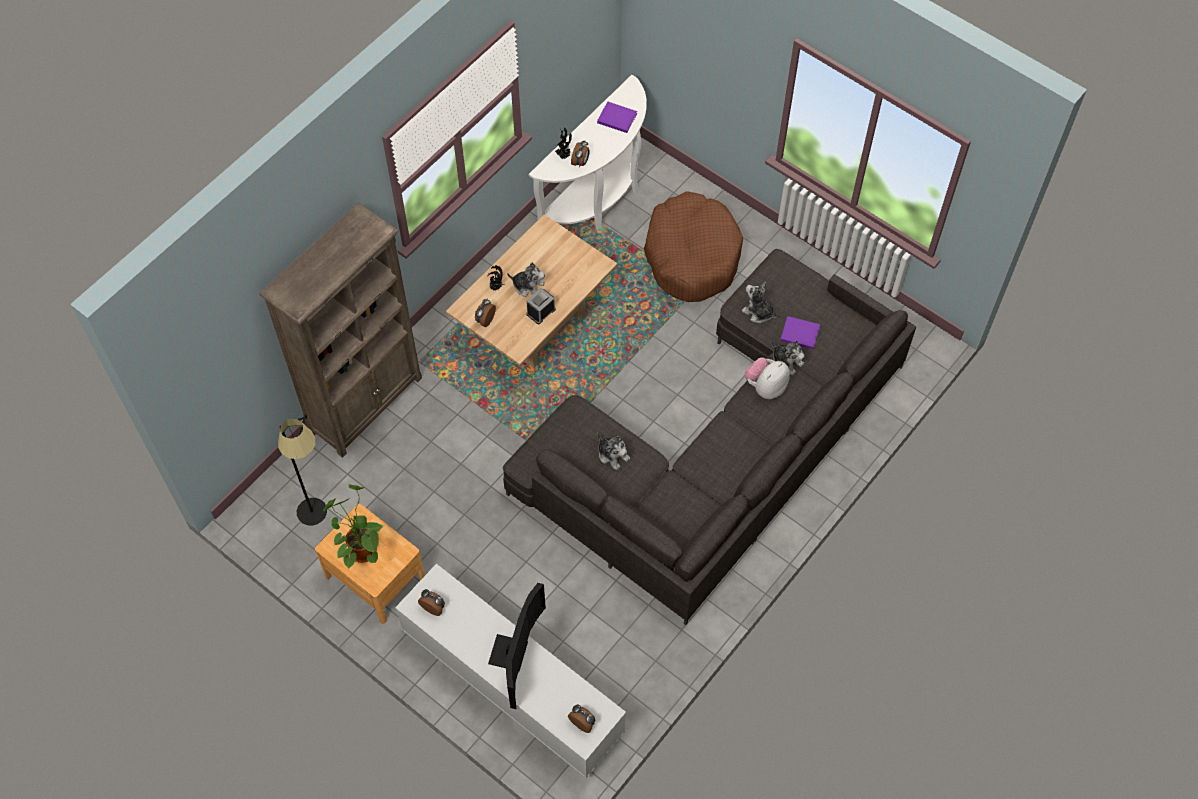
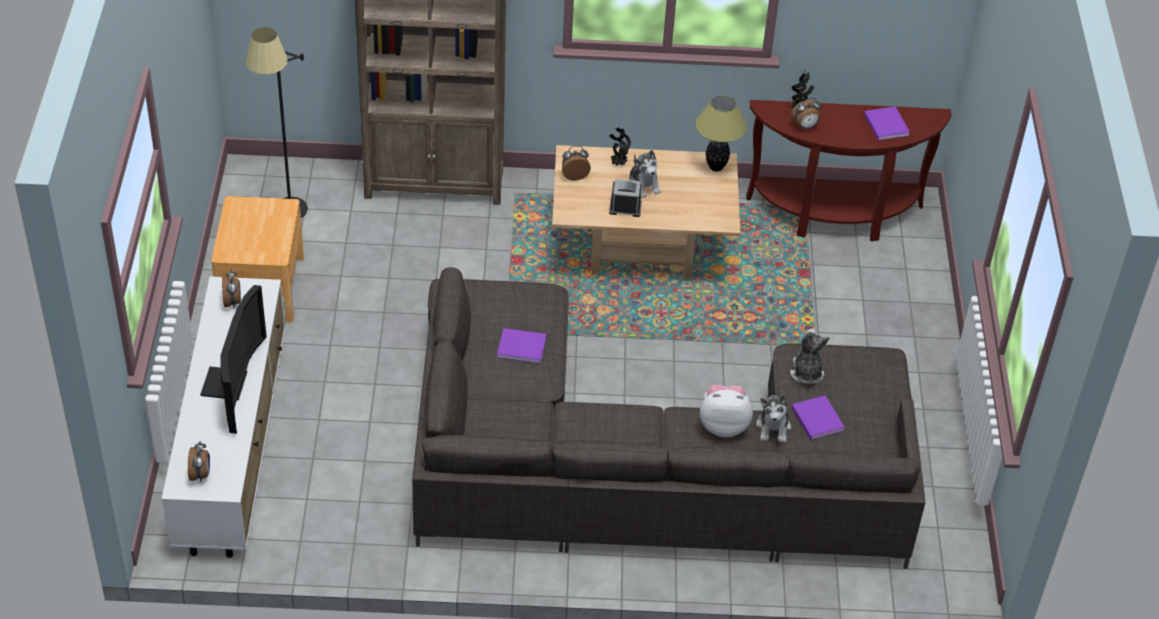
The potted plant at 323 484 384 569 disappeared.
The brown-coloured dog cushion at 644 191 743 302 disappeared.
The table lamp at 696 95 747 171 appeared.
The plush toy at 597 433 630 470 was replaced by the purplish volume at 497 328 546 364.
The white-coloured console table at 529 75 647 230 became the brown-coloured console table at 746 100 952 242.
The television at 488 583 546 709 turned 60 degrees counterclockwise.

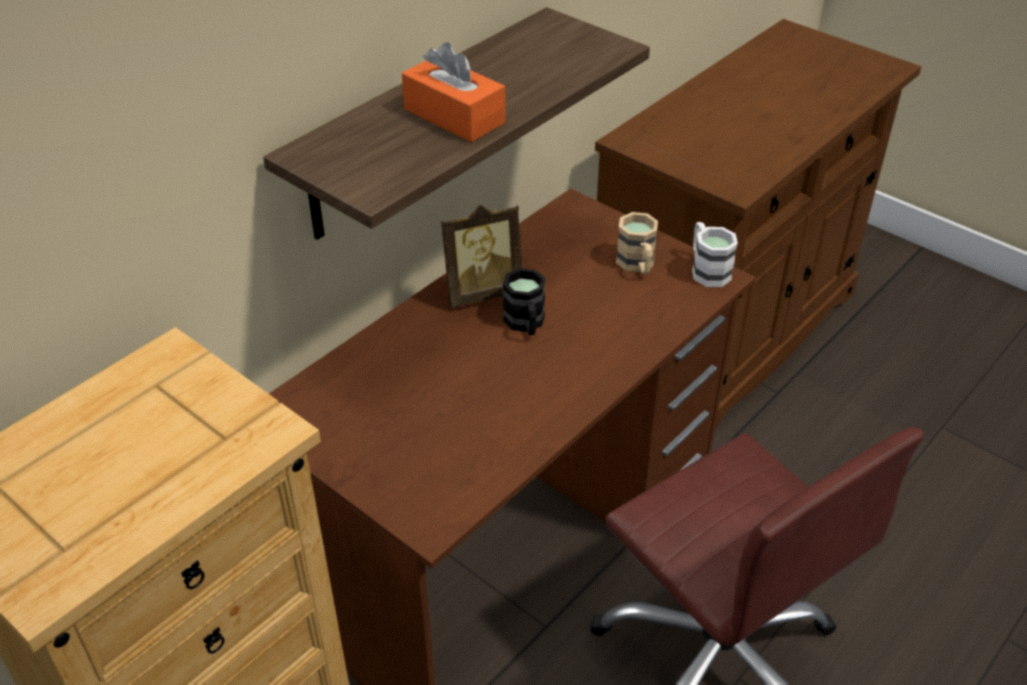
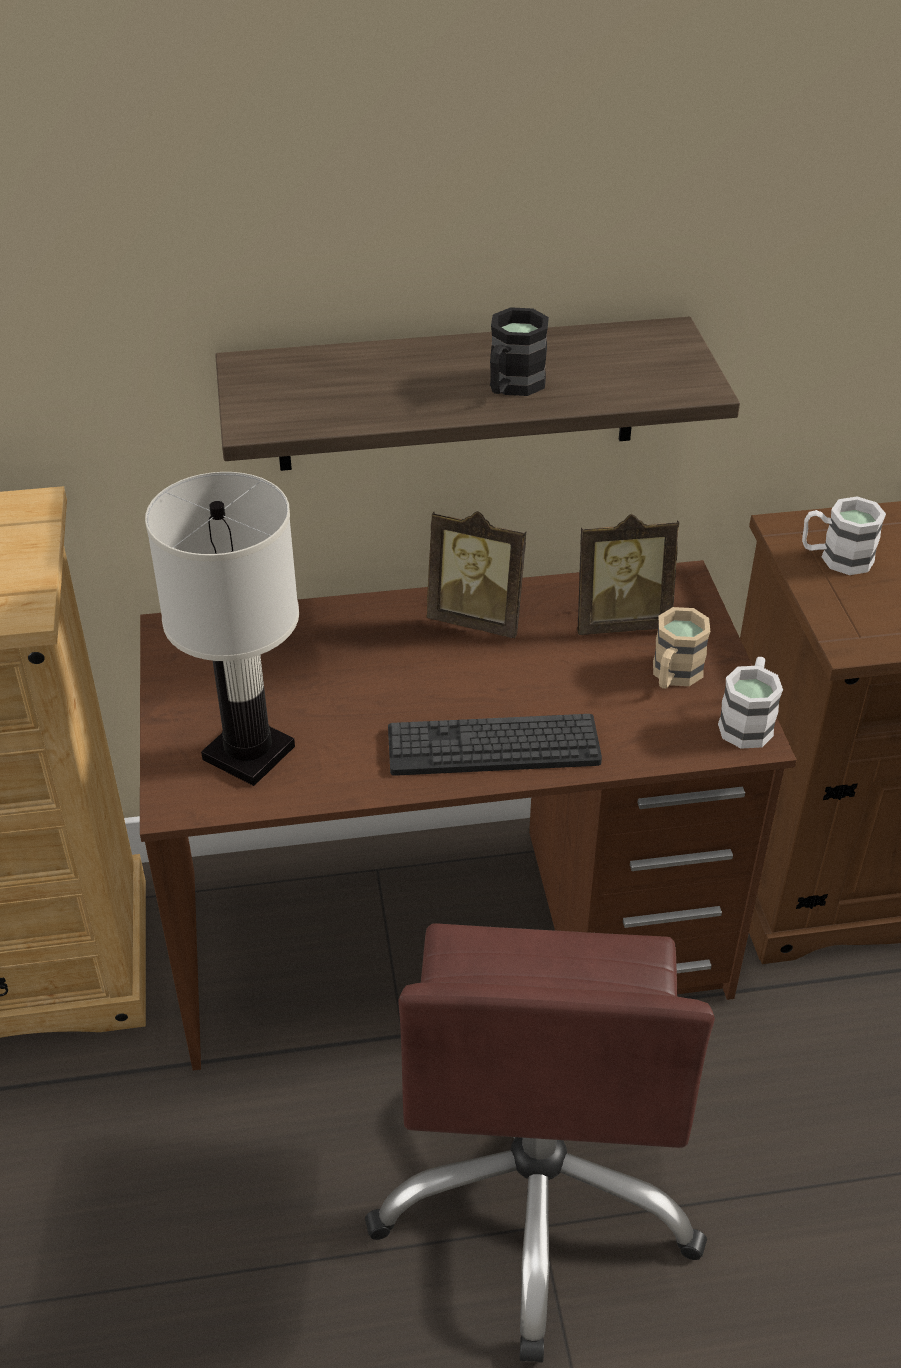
The orange-coloured box of tissues at 402 42 505 142 disappeared.
The white-coloured table lamp at 145 472 299 786 appeared.
The keyboard at 388 714 602 776 appeared.
The picture frame at 578 514 679 635 appeared.
The white-coloured tea mug at 802 496 886 575 appeared.
The black-coloured tea mug moved from 503 268 546 335 to 490 307 549 396.

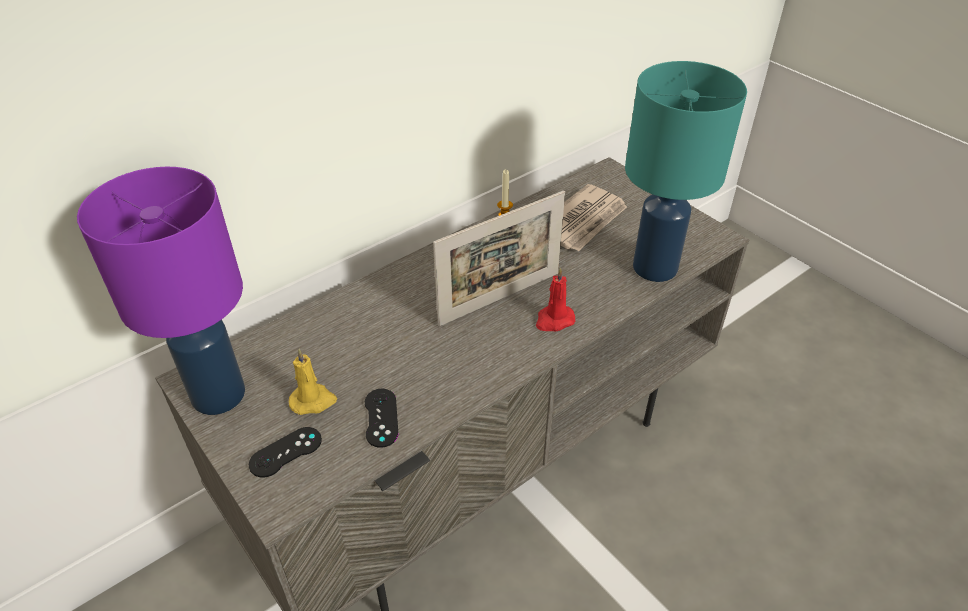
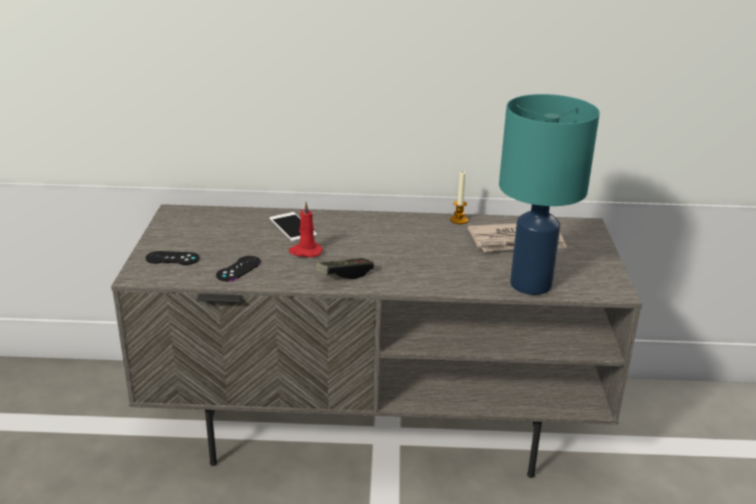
The purplish table lamp at 77 167 245 415 disappeared.
The yellow-coloured candle at 289 349 337 415 disappeared.
The picture frame at 433 190 565 326 disappeared.
The phone at 269 212 317 242 appeared.
The gamepad at 316 258 374 279 appeared.
The red-coloured candle moved from 536 267 575 331 to 289 202 323 257.

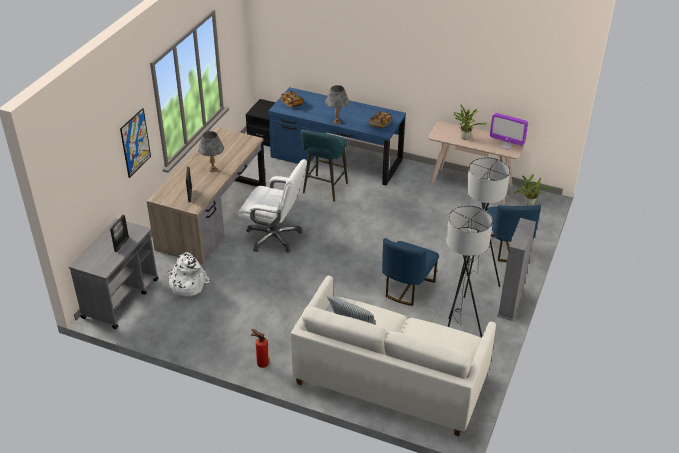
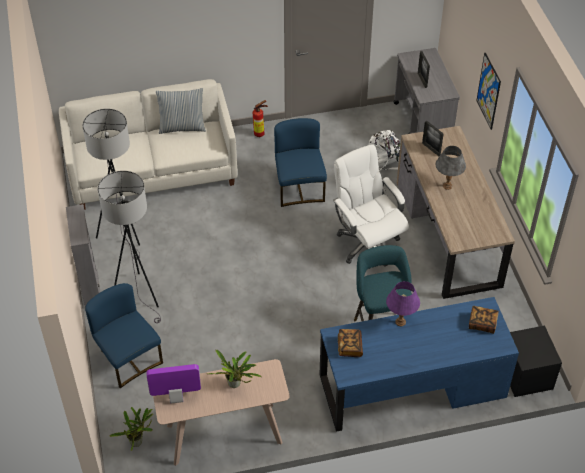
The blue-coloured chair moved from 382 238 439 306 to 274 118 327 207.
The gray table lamp at 325 85 349 124 became the purplish table lamp at 386 281 420 326.
The white-coloured office chair at 238 159 307 253 turned 75 degrees clockwise.

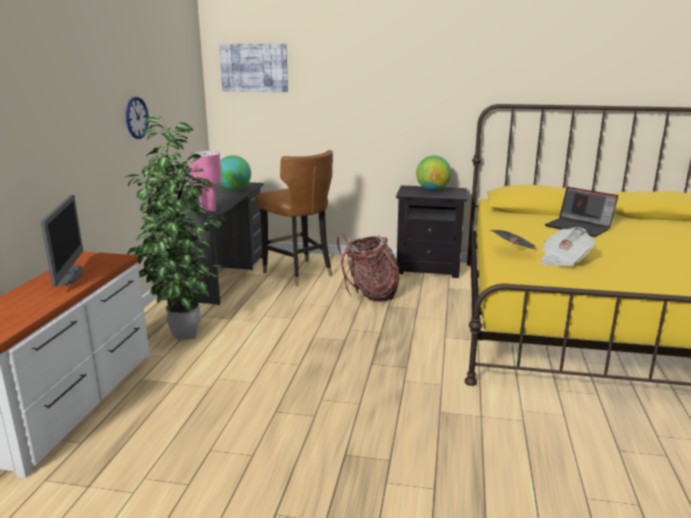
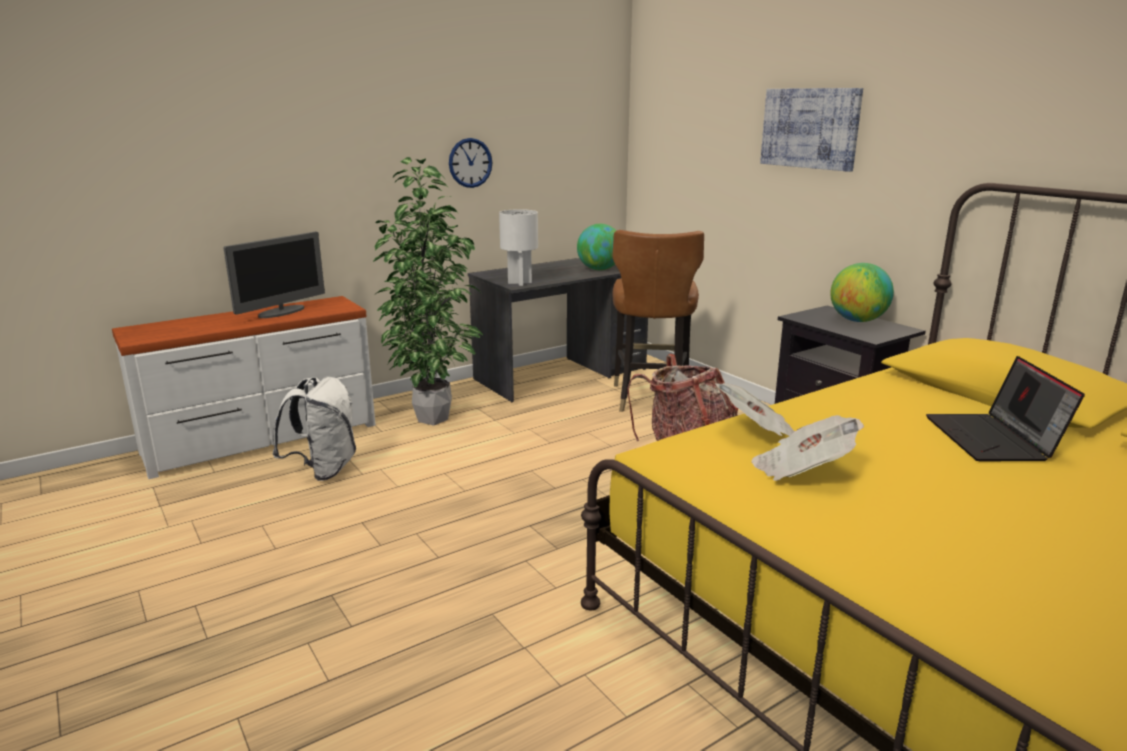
The white-coloured rucksack at 272 377 356 481 appeared.
The wall art moved from 219 44 288 92 to 760 88 863 172.
The pinkish table lamp at 188 151 222 212 became the white-coloured table lamp at 499 209 538 286.

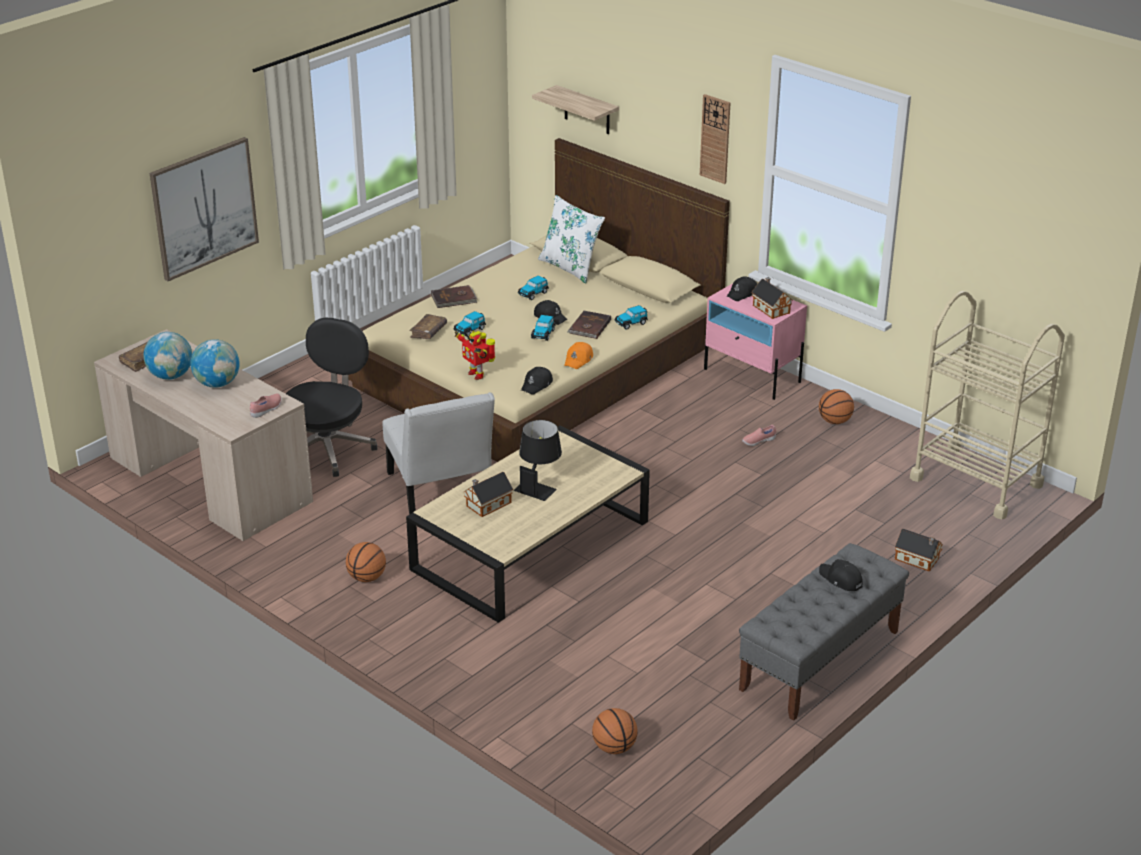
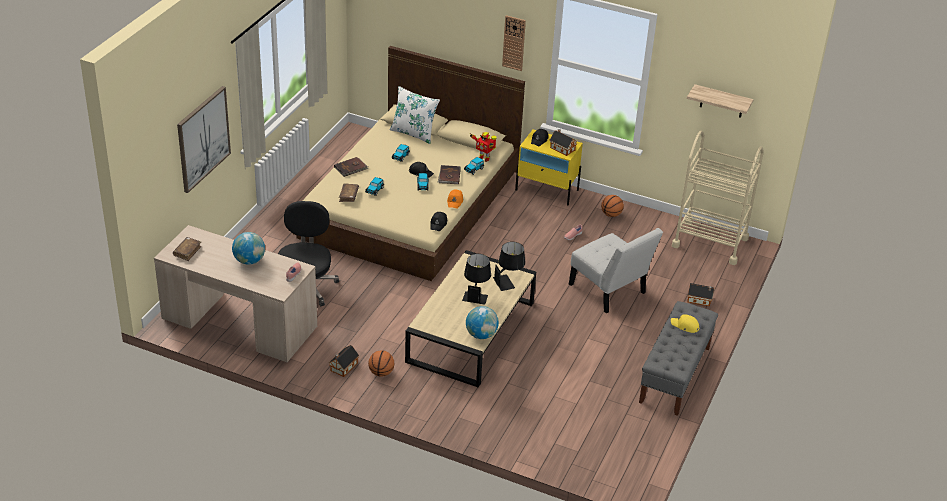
The basketball ball at 592 708 638 754 disappeared.
The black-coloured table lamp at 493 242 525 291 appeared.
The globe moved from 143 332 192 380 to 466 306 499 339.
The white-coloured chair moved from 383 392 495 515 to 569 228 663 314.
The model robot moved from 455 330 495 380 to 470 132 496 162.
The miniature house moved from 464 472 513 517 to 329 345 359 377.
The shelf moved from 532 85 619 134 to 687 84 754 118.
The pinkish night table at 704 283 807 400 became the yellow-coloured night table at 515 129 583 205.
The black-coloured cap at 819 559 863 591 became the yellow-coloured cap at 671 314 700 333.

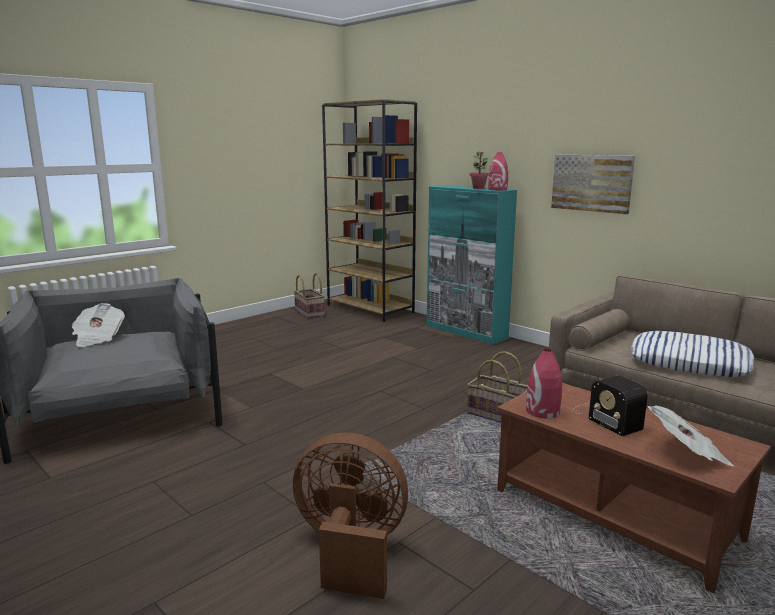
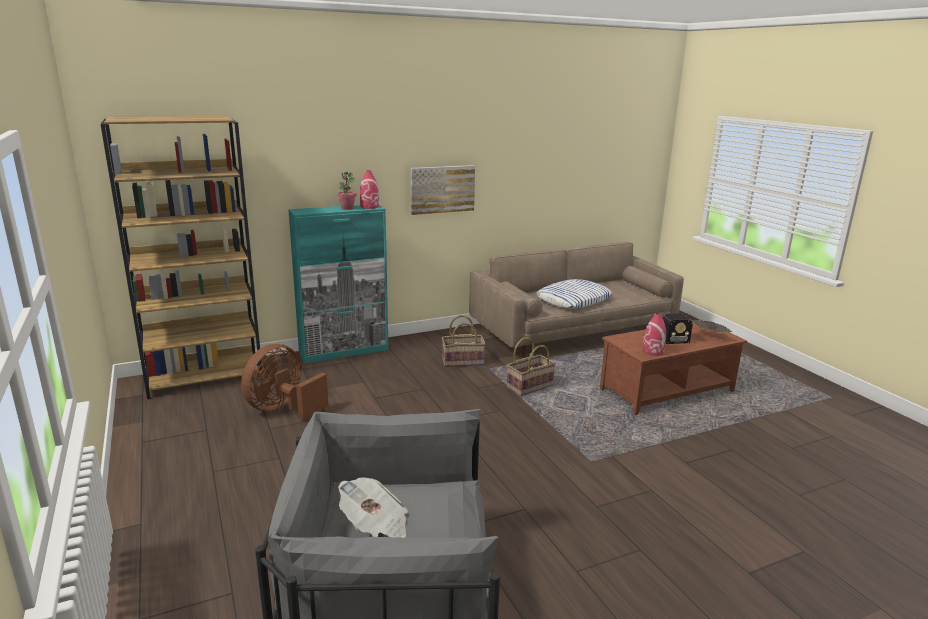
The brown-coloured electric fan moved from 293 433 408 599 to 241 344 329 420.
The basket moved from 294 273 325 318 to 442 315 485 367.

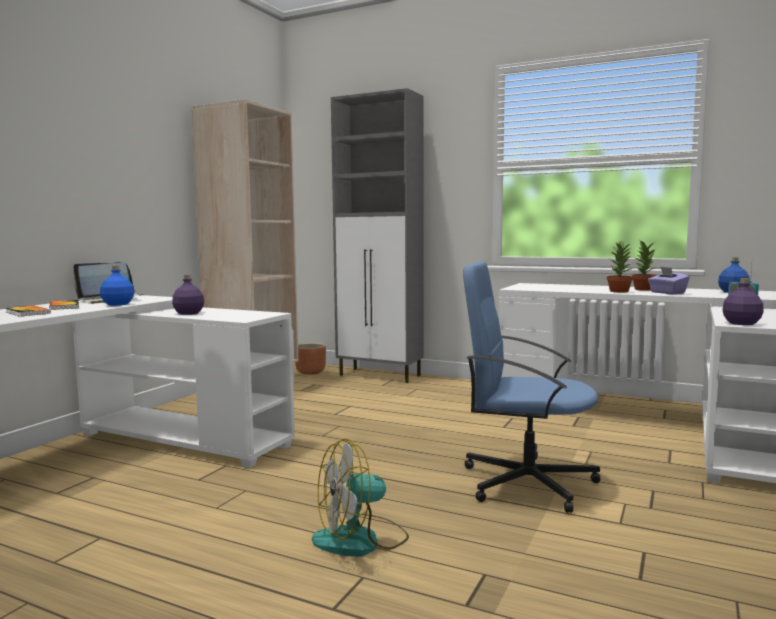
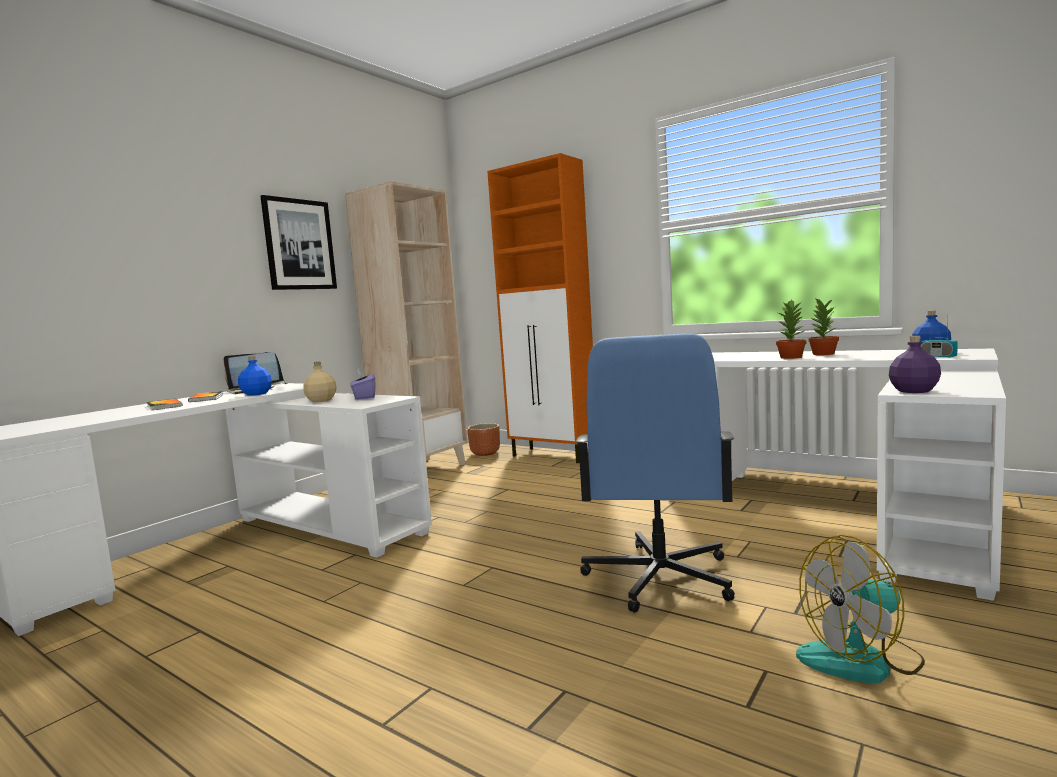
The wall art at 260 195 337 290 appeared.
The electric fan moved from 312 439 409 557 to 796 535 925 683.
The purplish box of tissues moved from 648 267 689 294 to 350 368 376 400.
The purplish bottle at 172 275 204 315 became the beige bottle at 303 362 337 402.
The gray cabinet at 331 88 424 383 became the orange-coloured cabinet at 487 153 593 463.
The blue-coloured office chair at 463 261 601 513 turned 105 degrees counterclockwise.

